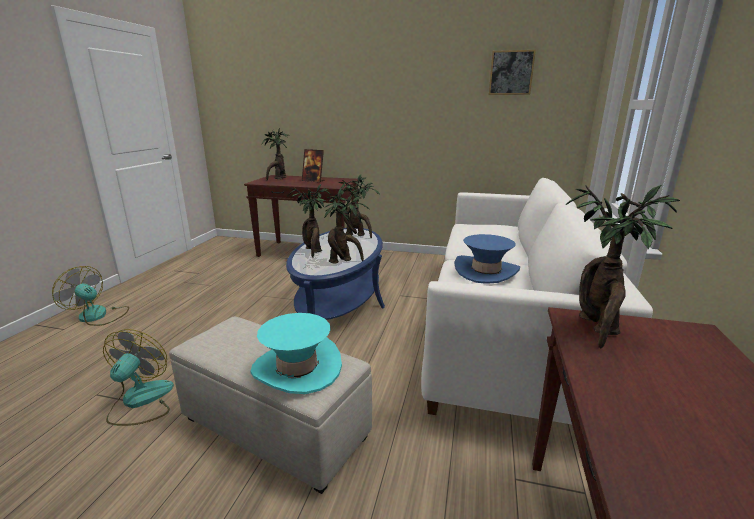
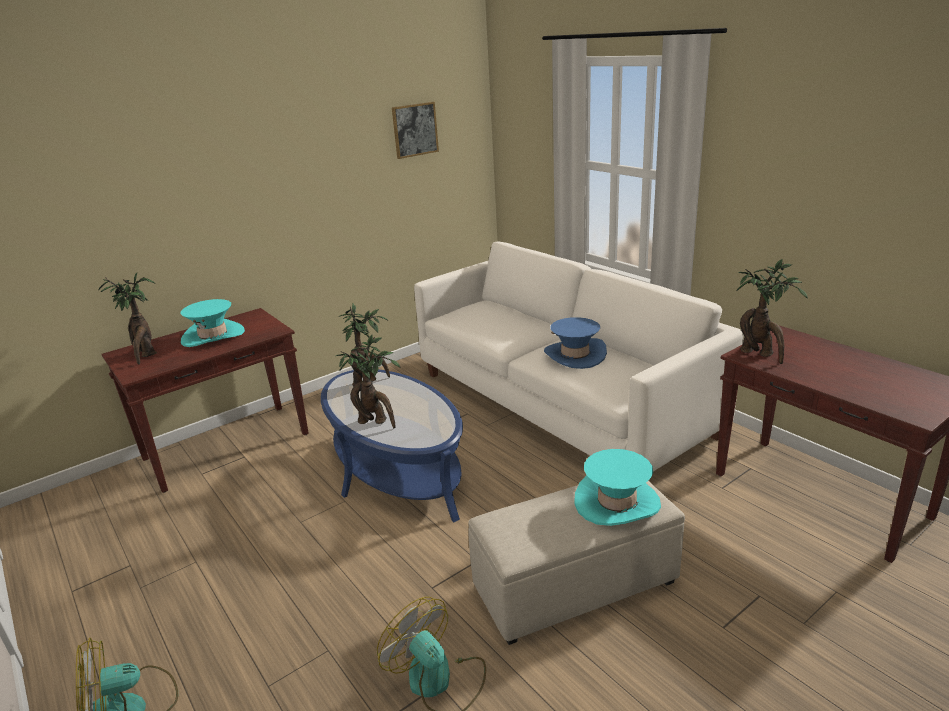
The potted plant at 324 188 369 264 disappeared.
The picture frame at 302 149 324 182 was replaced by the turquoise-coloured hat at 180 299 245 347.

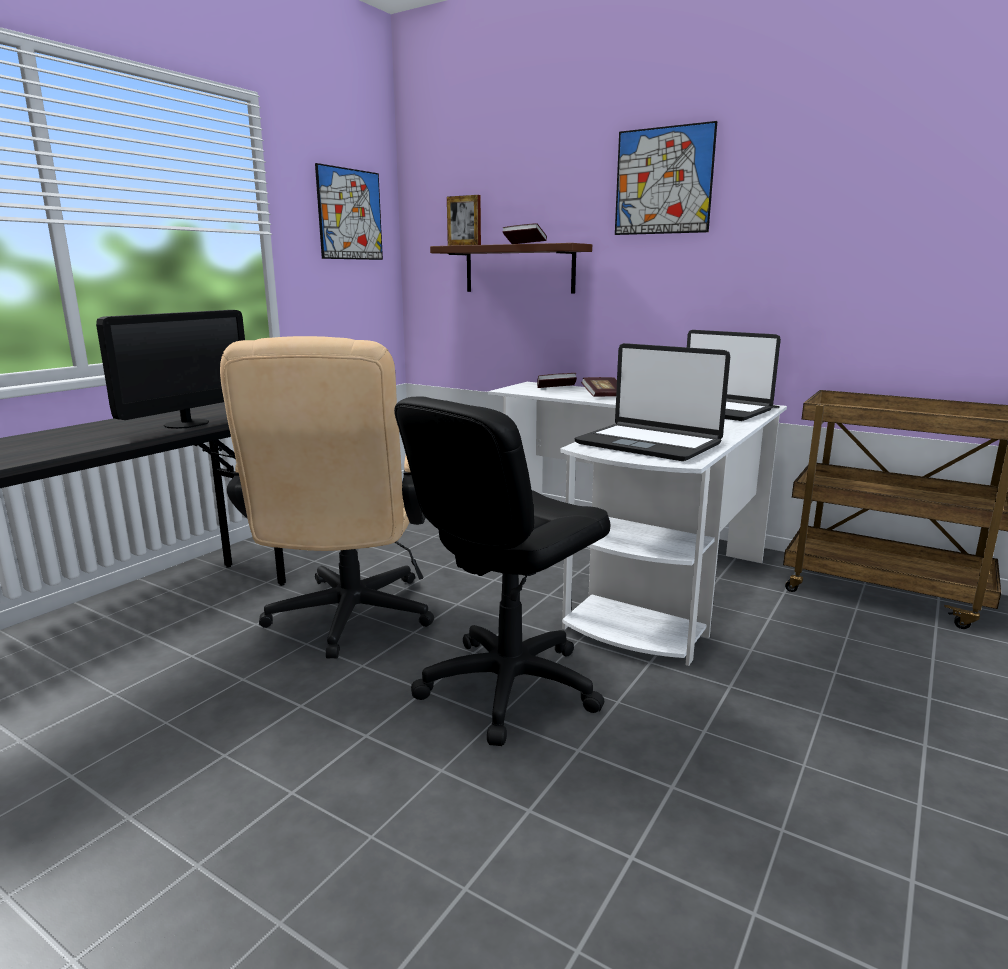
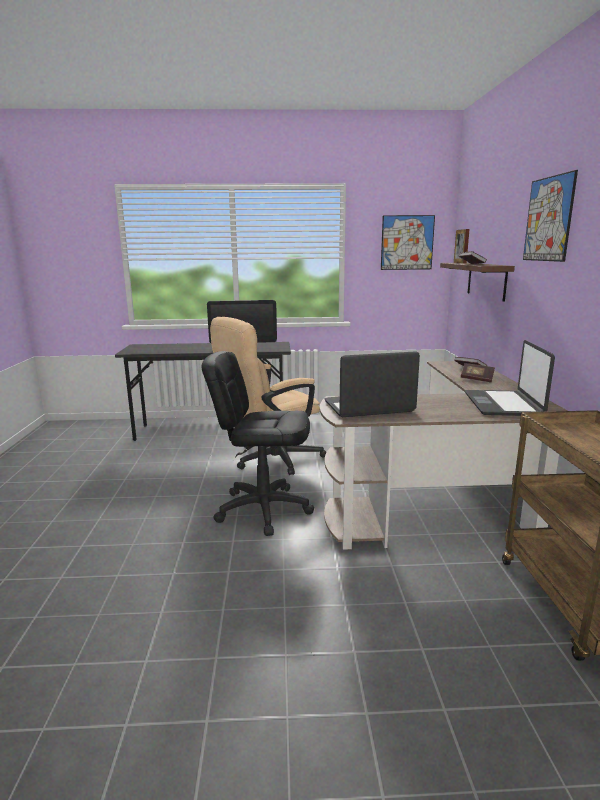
The white-coloured desk table at 488 382 787 666 became the brown-coloured desk table at 320 361 568 550.
The notebook computer at 574 343 730 461 turned 75 degrees clockwise.

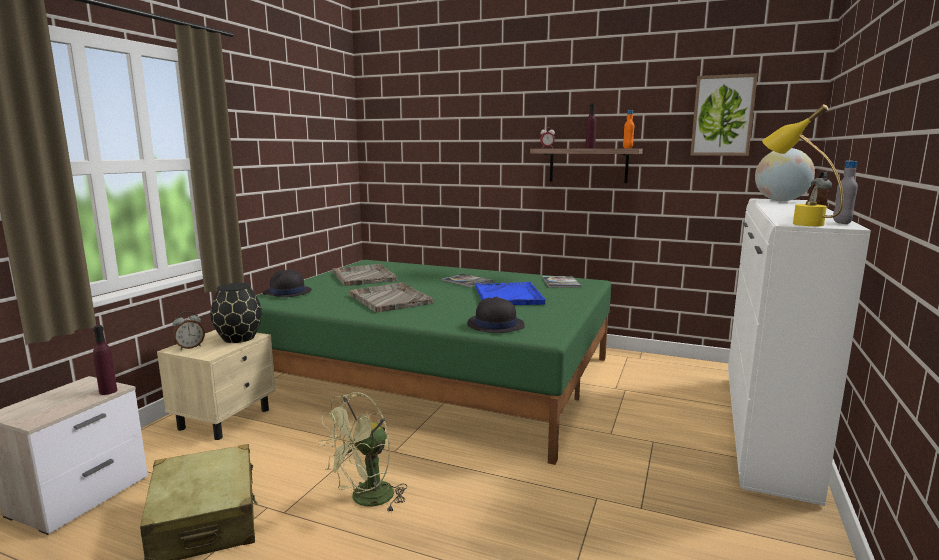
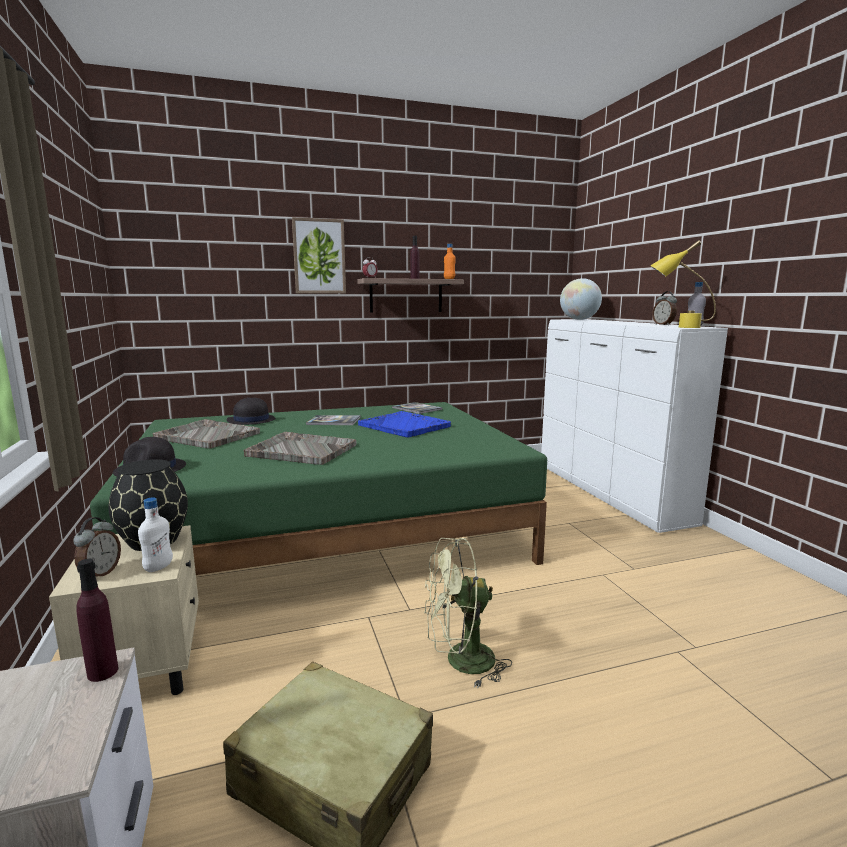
The white-coloured bottle at 138 497 173 572 appeared.
The black-coloured hat moved from 467 297 525 333 to 227 397 276 425.
The wall art moved from 690 73 758 156 to 292 217 346 294.
The green electric fan at 319 392 407 513 turned 75 degrees clockwise.

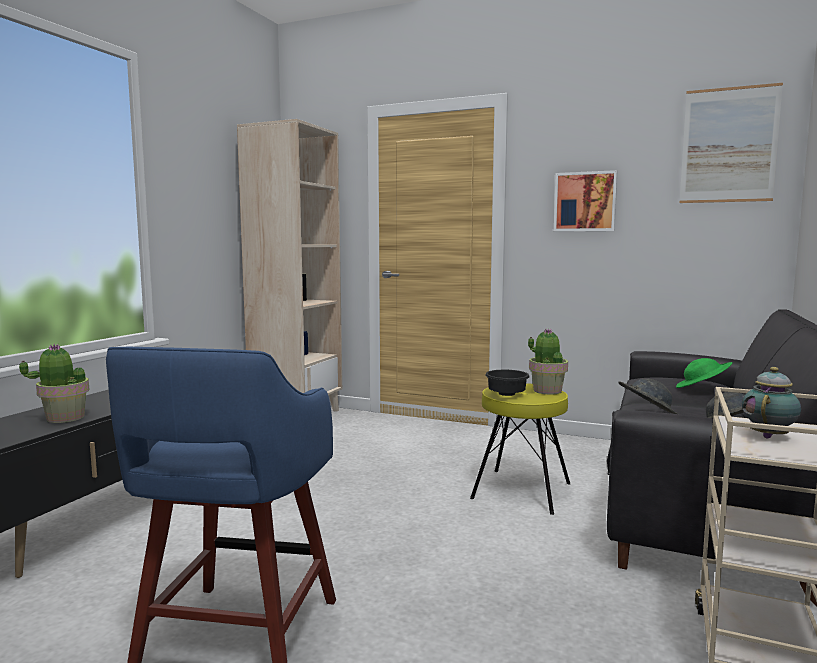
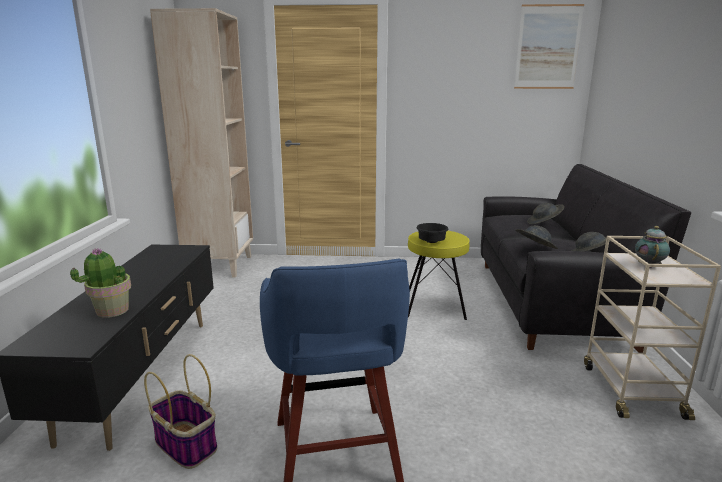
The potted plant at 528 329 568 395 disappeared.
The wall art at 554 170 617 232 disappeared.
The basket at 144 354 217 469 appeared.
The green hat at 676 358 732 388 became the gray hat at 527 203 564 224.

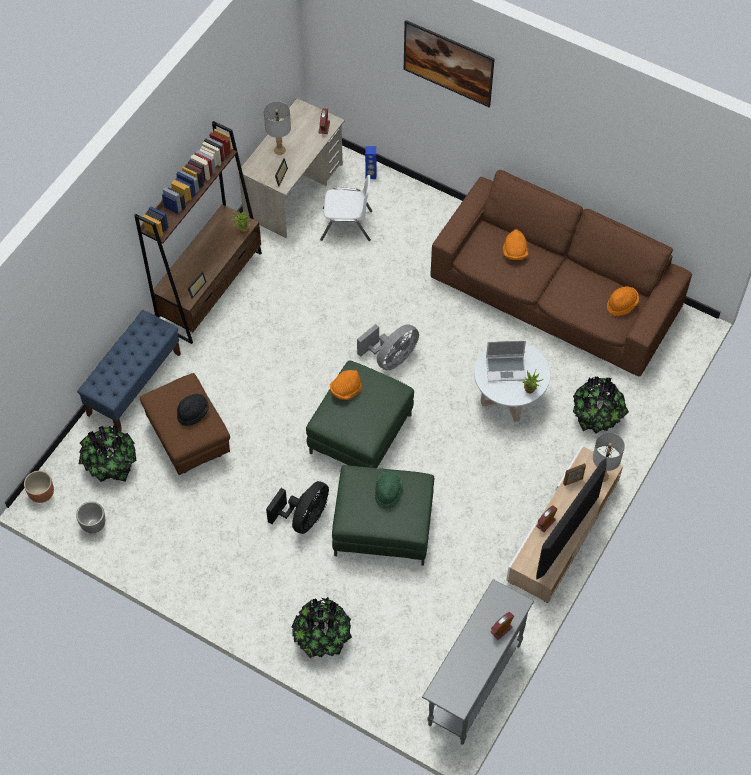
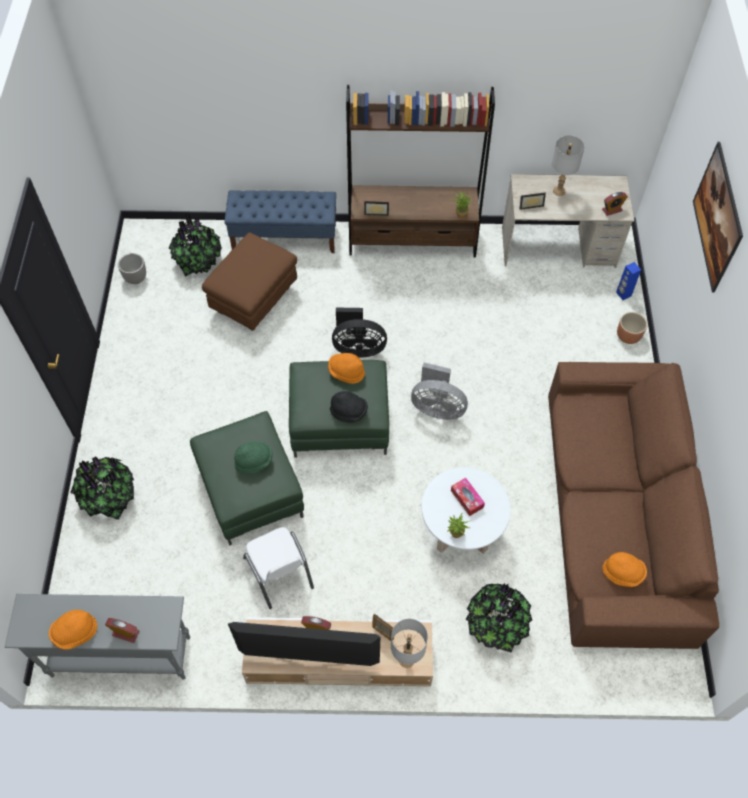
The brown-coloured plant pot moved from 24 471 54 503 to 617 312 647 344.
The black-coloured hat moved from 177 394 209 426 to 330 391 368 422.
The black-coloured electric fan moved from 266 481 329 534 to 332 308 387 358.
The white-coloured chair moved from 320 175 372 241 to 243 527 314 609.
The orange-coloured hat moved from 503 229 528 260 to 48 610 97 650.
The notebook computer at 486 340 526 382 was replaced by the box of tissues at 451 478 485 516.

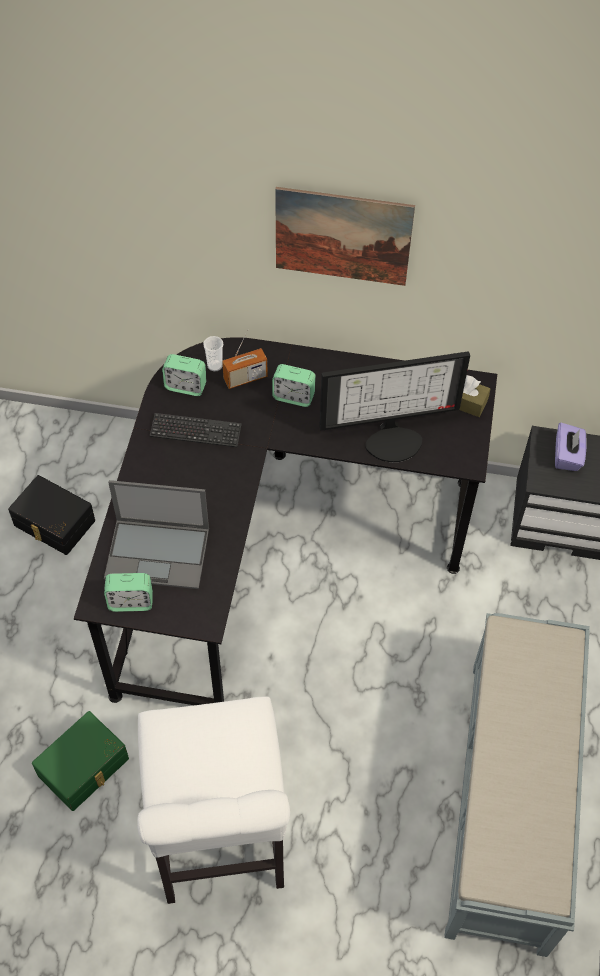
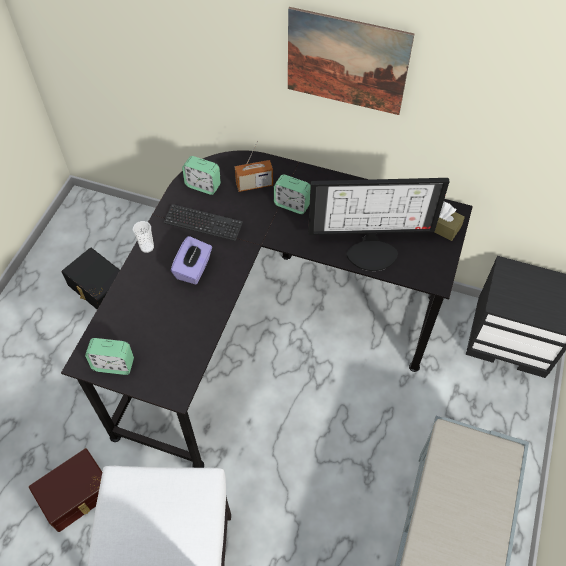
The notebook computer at 104 480 209 589 disappeared.
The small cup moved from 203 336 223 371 to 133 221 154 253.
The purplish box of tissues moved from 555 422 586 471 to 171 236 212 284.
The green storage box at 32 711 129 811 became the brown-coloured storage box at 29 448 102 532.

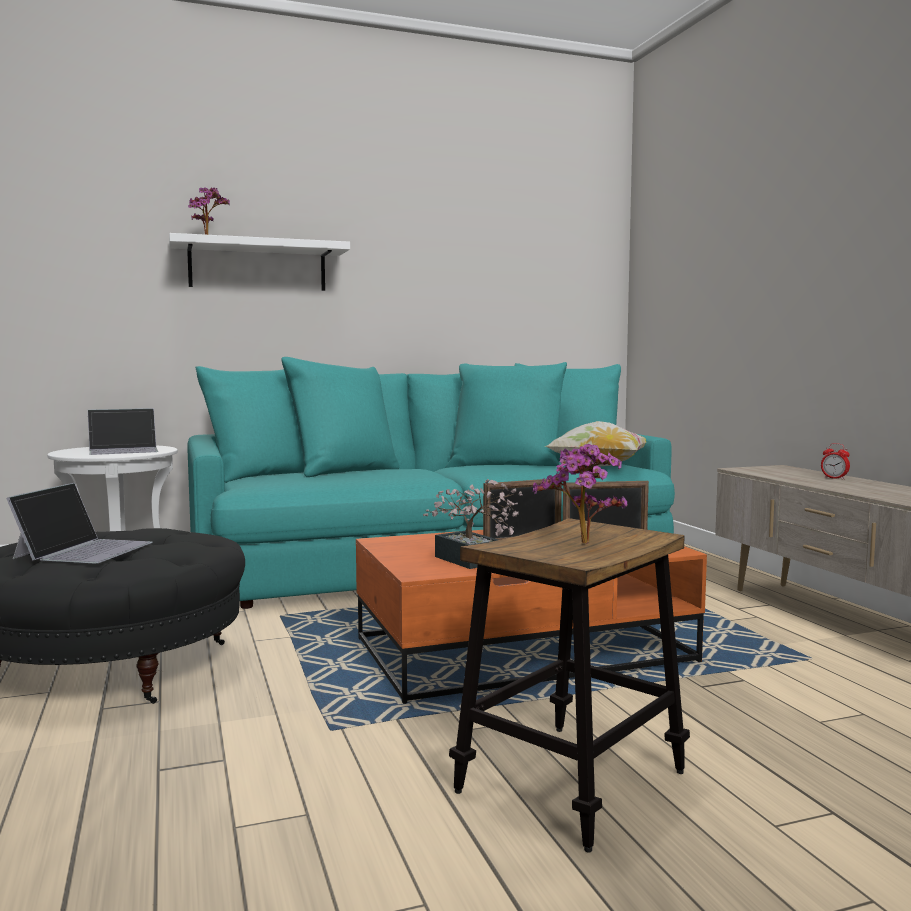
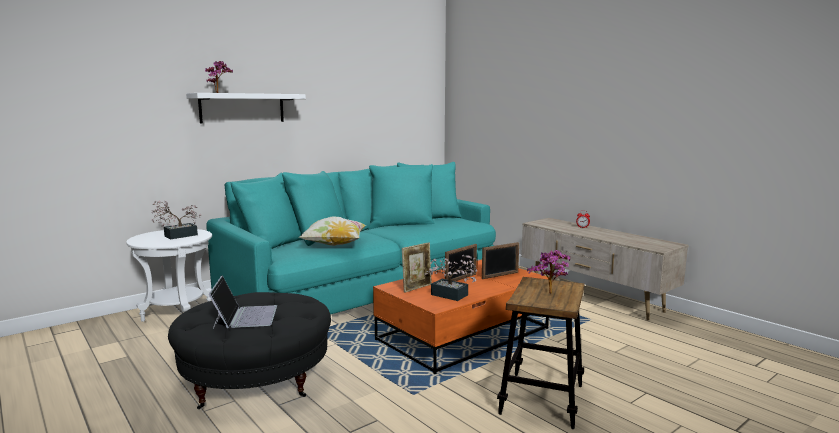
The picture frame at 402 242 432 293 appeared.
The throw pillow moved from 546 421 646 467 to 299 216 366 246.
The notebook computer at 88 408 159 455 was replaced by the potted plant at 151 200 201 239.

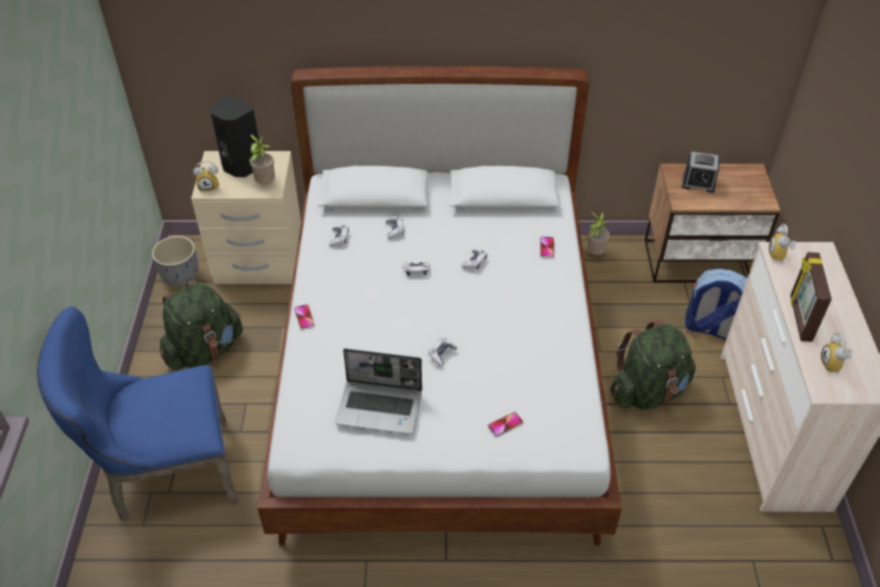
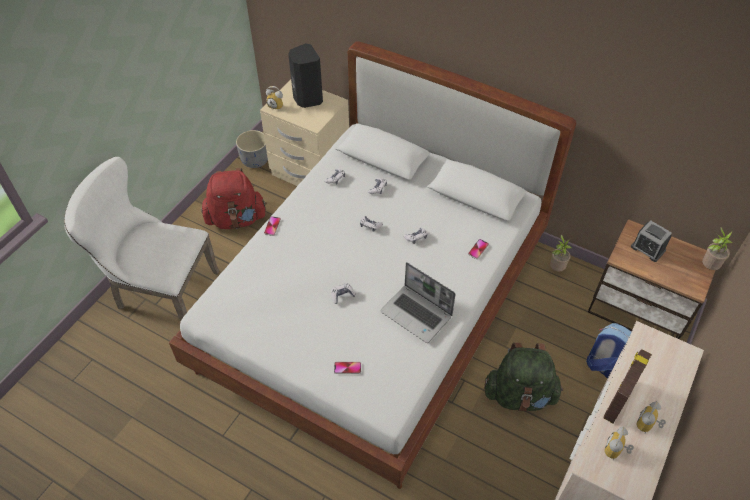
The potted plant moved from 249 134 275 184 to 702 227 732 270.
The notebook computer moved from 335 348 422 434 to 381 262 456 343.
The table clock moved from 768 224 796 262 to 636 401 666 433.
The blue-coloured chair at 37 307 239 521 became the white-coloured chair at 64 157 219 321.
The green rucksack at 160 280 243 370 became the red-coloured rucksack at 201 168 267 229.

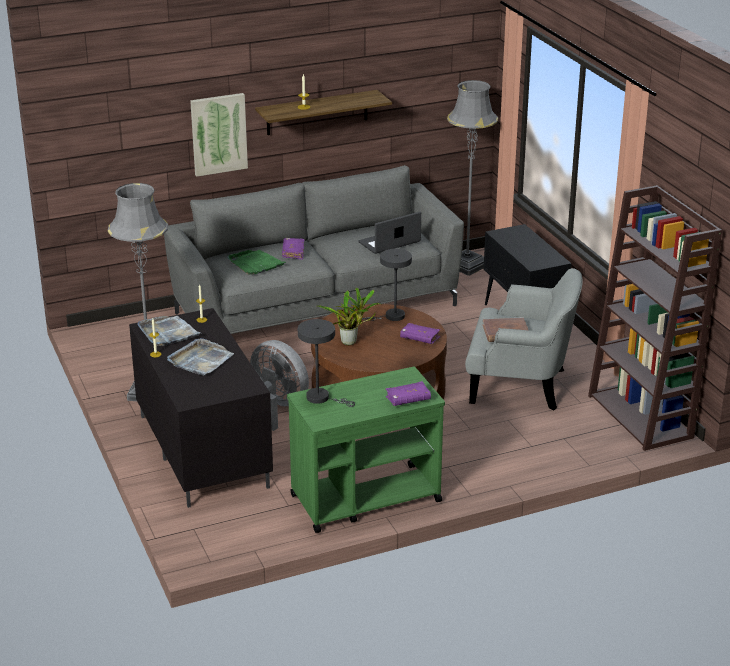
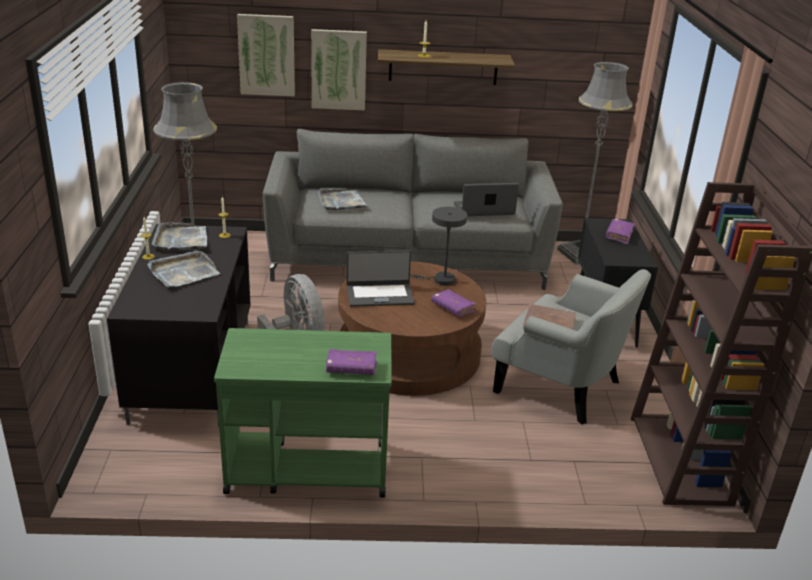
The gray table lamp at 298 319 355 407 disappeared.
The wall art at 237 14 295 96 appeared.
The purplish volume moved from 282 238 304 260 to 606 219 635 244.
The potted plant at 317 288 381 345 was replaced by the notebook computer at 347 250 415 307.
The green tray at 227 250 286 275 became the gray tray at 318 188 368 210.

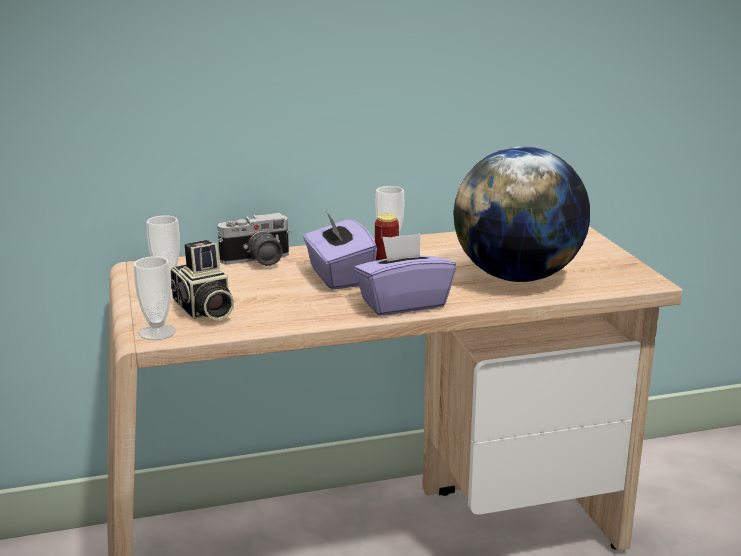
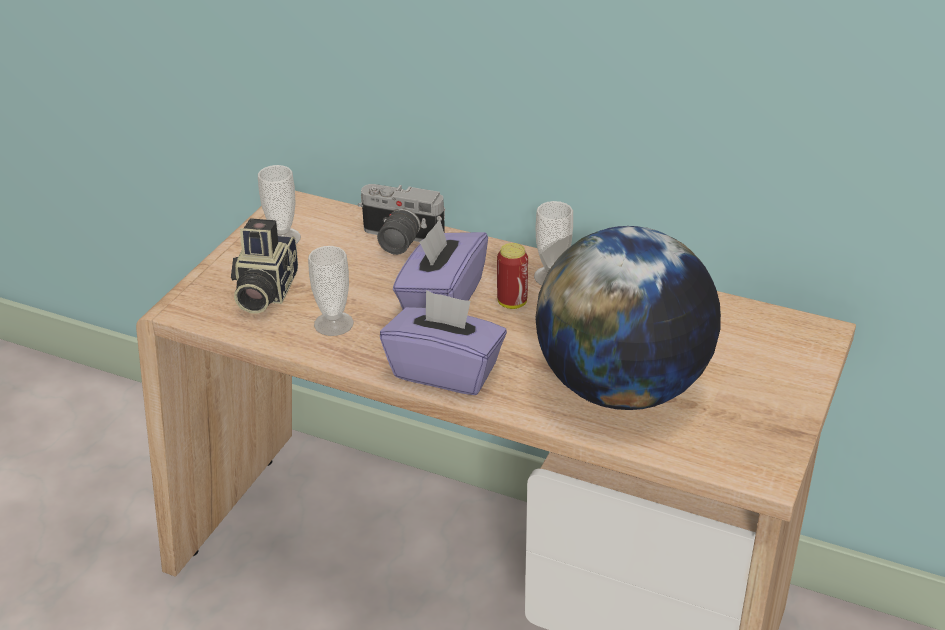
The small cup moved from 133 256 176 340 to 308 246 354 336.

